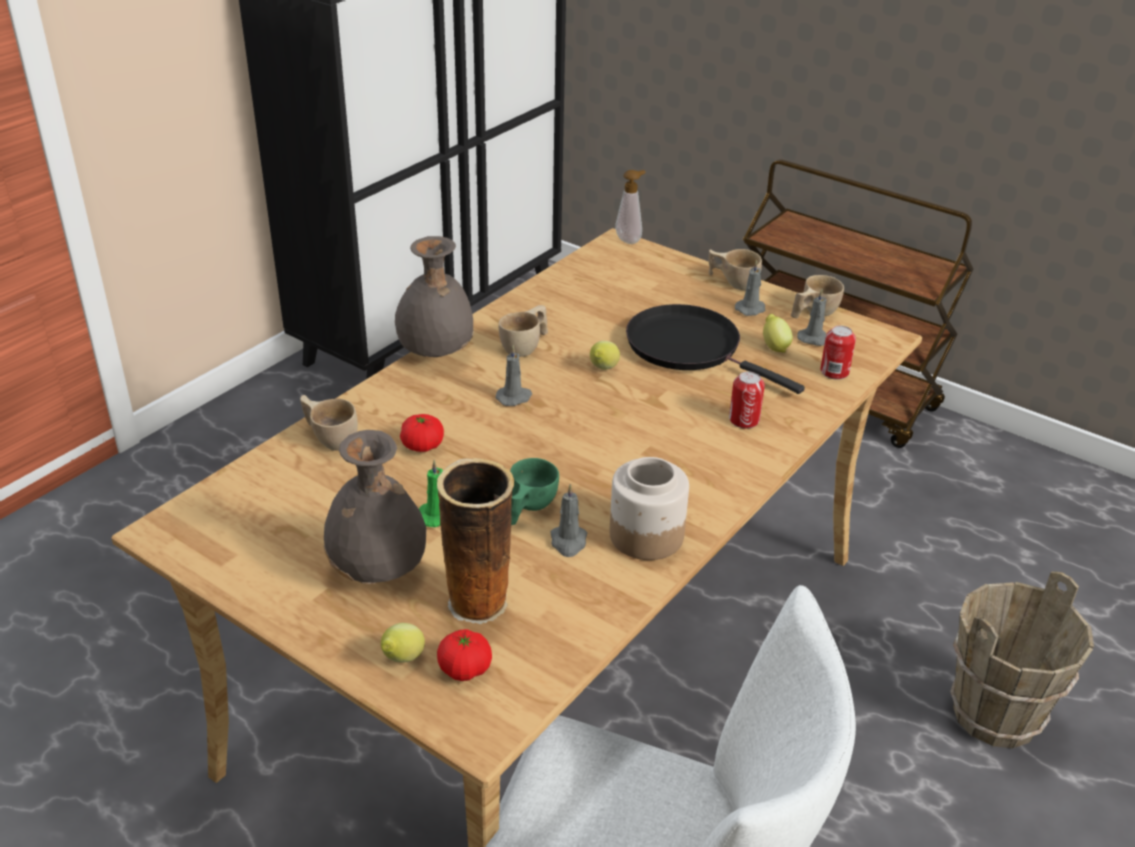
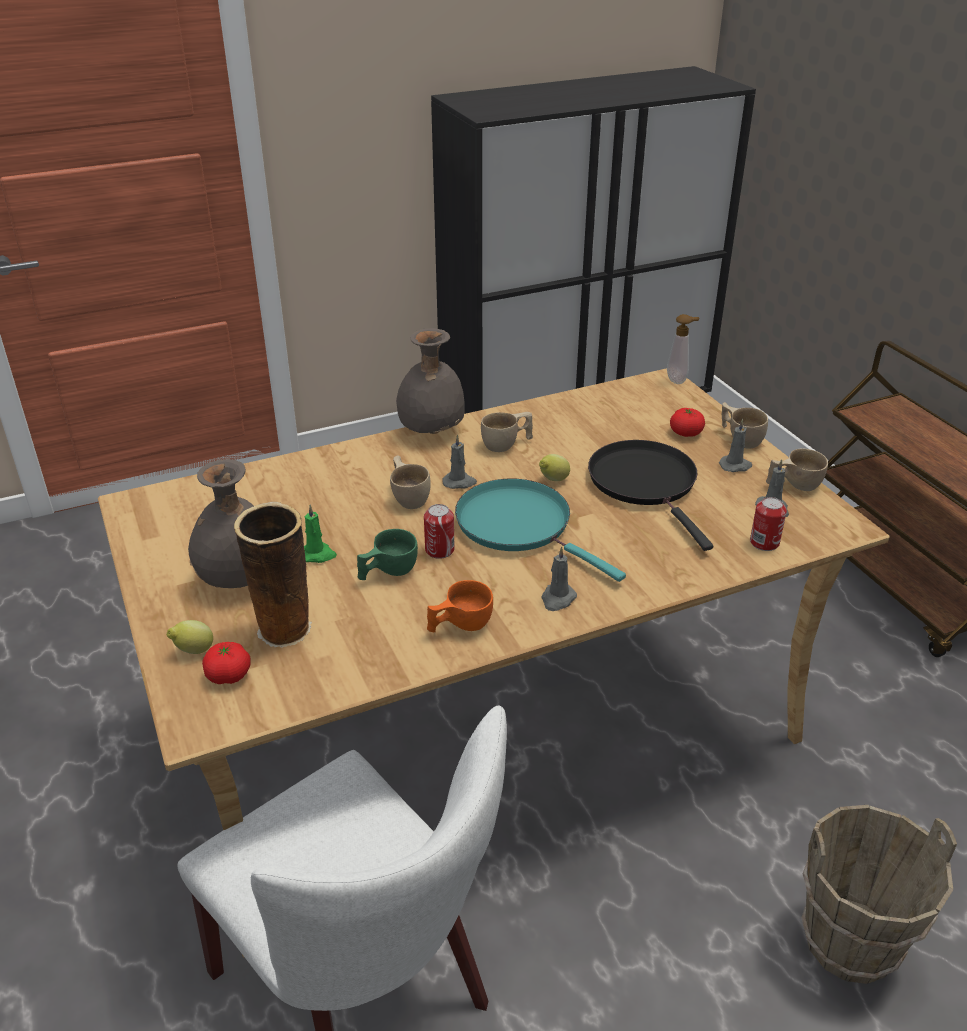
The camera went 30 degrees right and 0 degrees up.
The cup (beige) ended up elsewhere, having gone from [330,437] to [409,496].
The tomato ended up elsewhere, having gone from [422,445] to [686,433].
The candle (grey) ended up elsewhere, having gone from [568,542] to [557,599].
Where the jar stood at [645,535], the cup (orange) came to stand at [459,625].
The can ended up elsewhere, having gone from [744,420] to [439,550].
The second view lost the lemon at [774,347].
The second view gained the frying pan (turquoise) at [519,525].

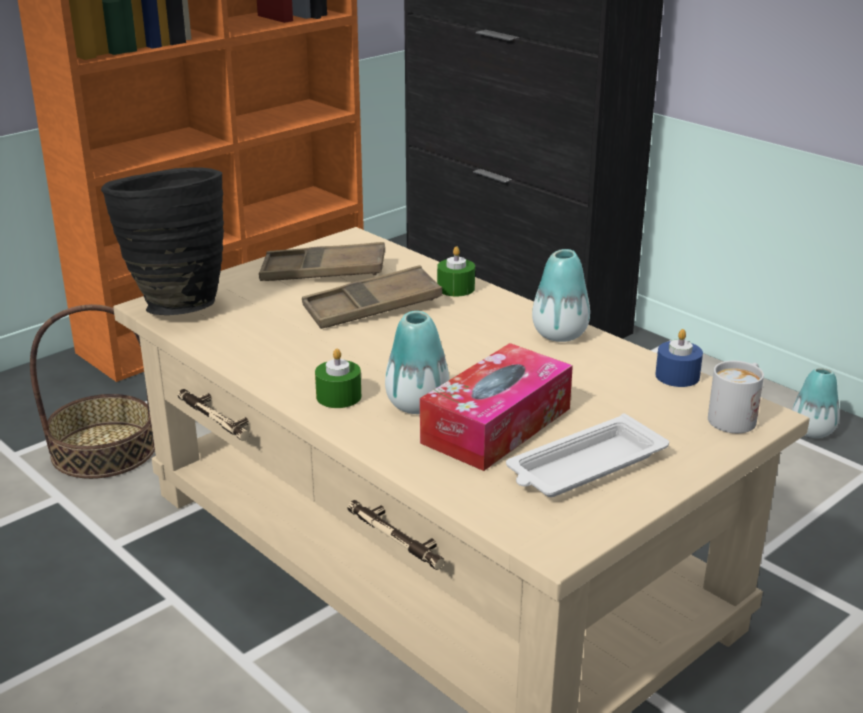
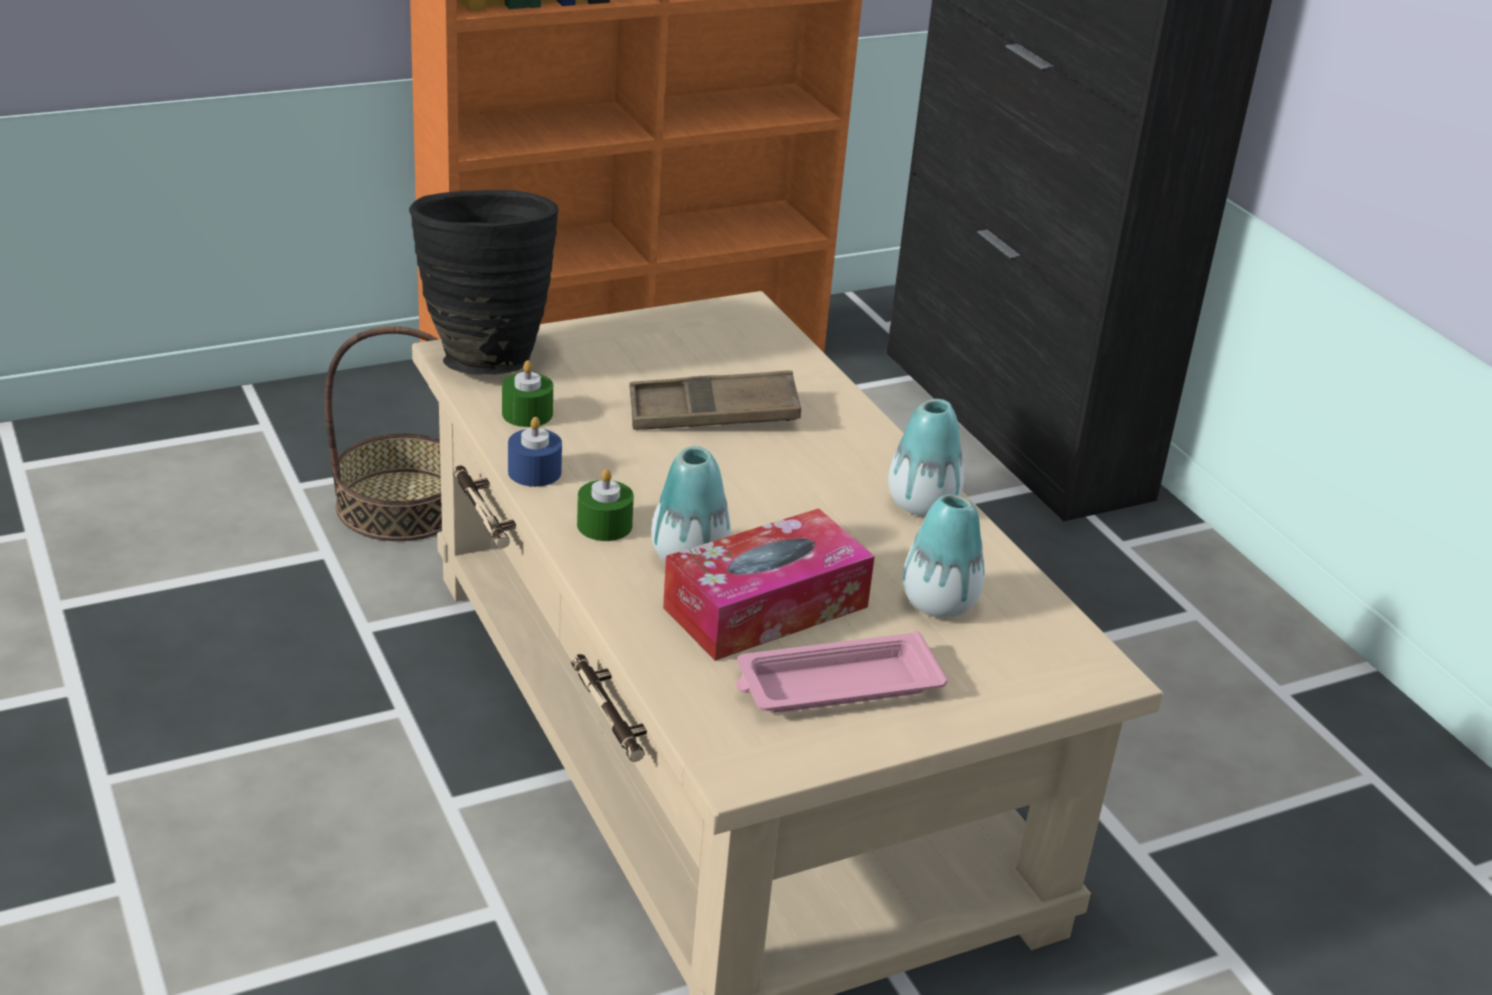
The camera went 15 degrees right and 5 degrees up.
The second view lost the tray (brown) at [323,272].
The candle (green) ended up elsewhere, having gone from [456,288] to [527,414].
What was the tray (white) at [584,467] turned into the tray (pink) at [835,685].
The candle (blue) ended up elsewhere, having gone from [677,376] to [534,472].
The second view lost the mug (white) at [736,416].
The vase ended up elsewhere, having gone from [812,431] to [939,603].

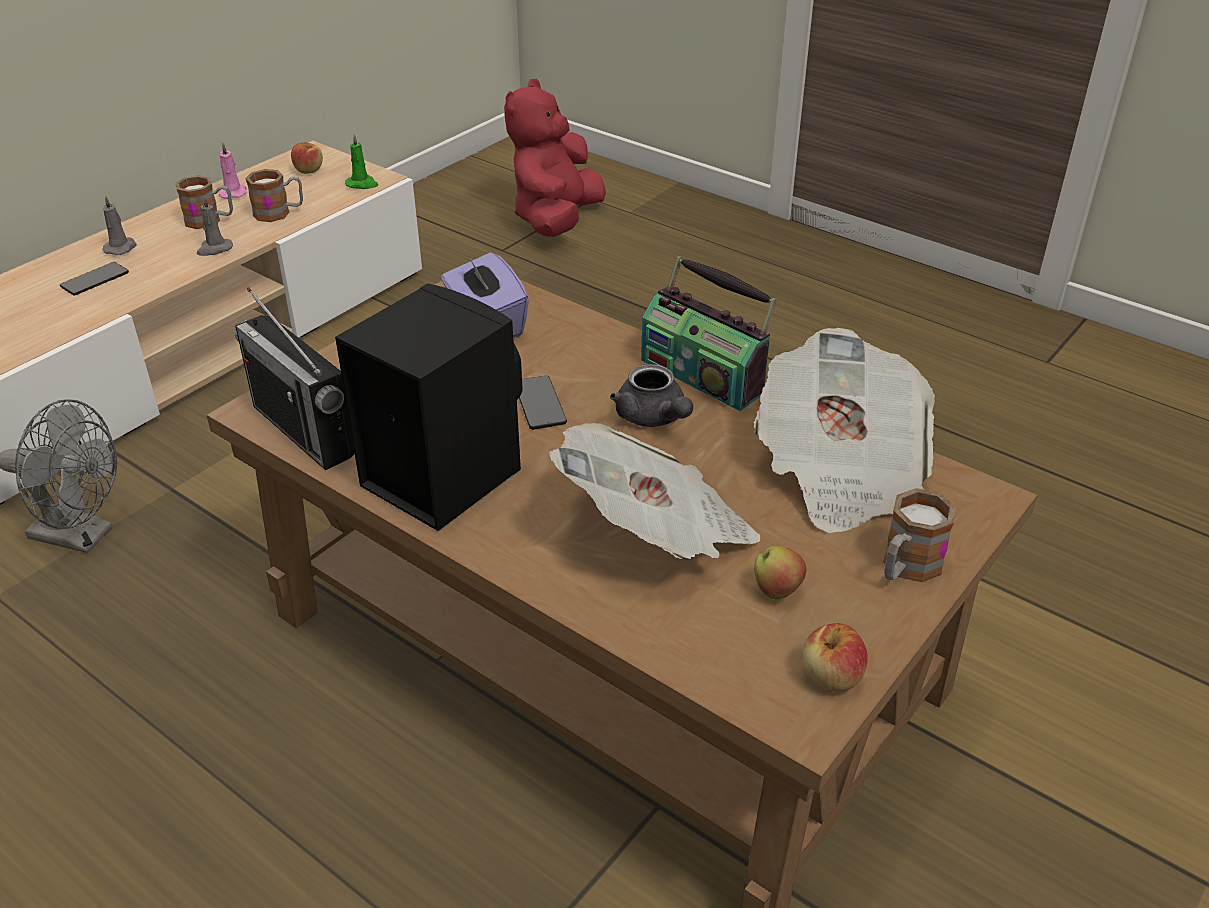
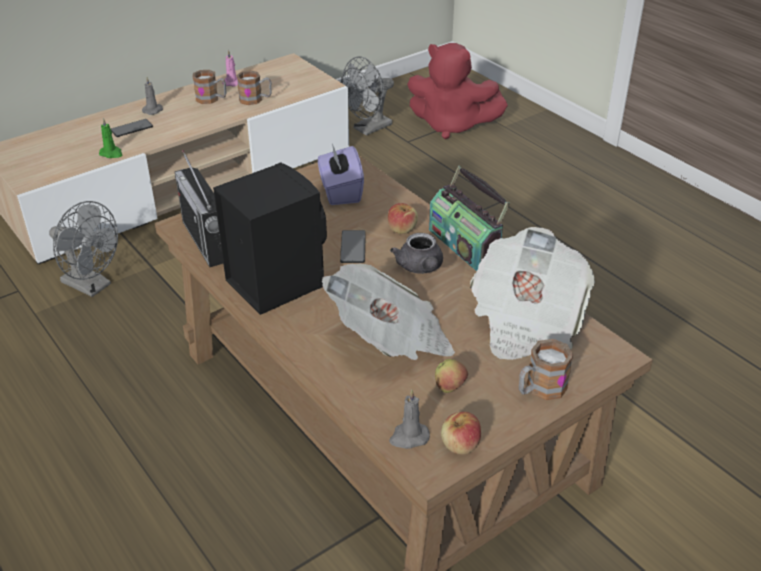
The camera went 15 degrees right and 0 degrees up.
The candle (grey) ended up elsewhere, having gone from [214,249] to [408,437].
The apple ended up elsewhere, having gone from [308,170] to [402,229].
The candle (green) ended up elsewhere, having gone from [362,184] to [111,154].
The plush toy (red) at [556,220] ended up facing another way, 105 degrees counterclockwise from before.
The second view gained the fan (grey) at [368,129].

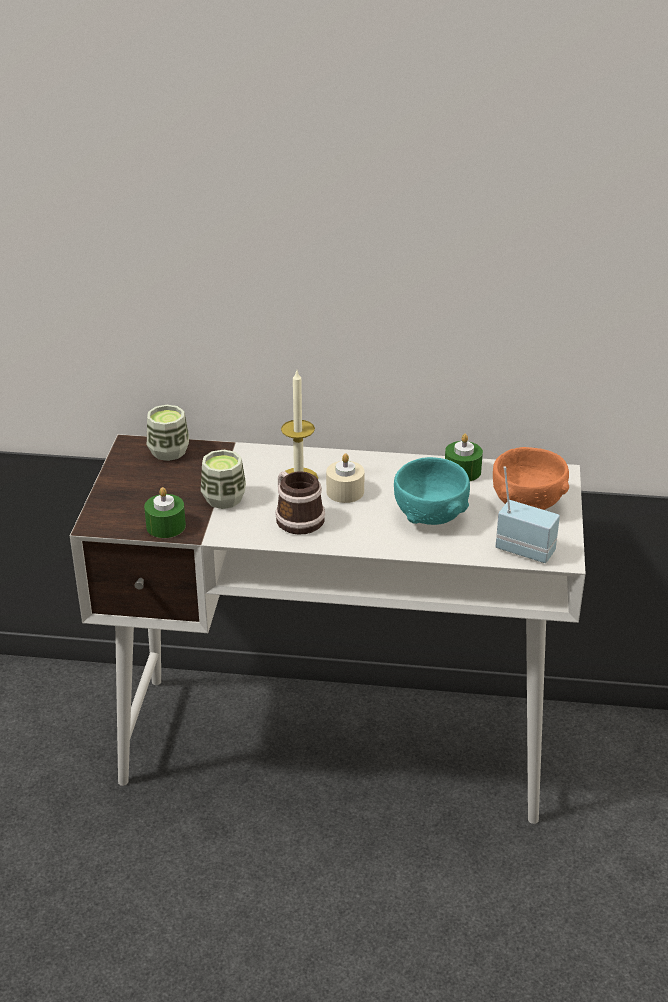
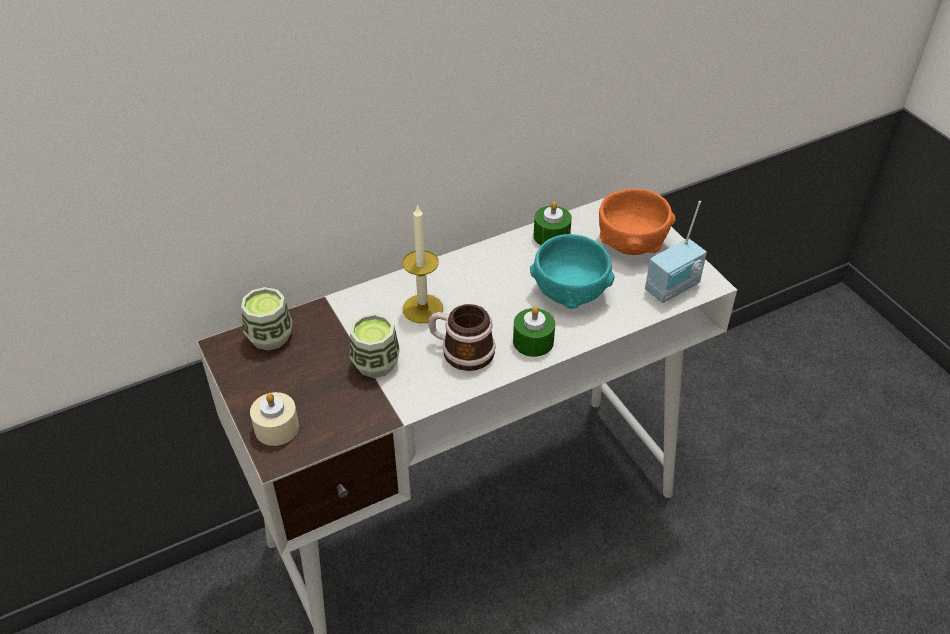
The camera went 35 degrees left and 10 degrees up.
The candle (green) ended up elsewhere, having gone from [166,526] to [533,341].
The candle (beige) ended up elsewhere, having gone from [345,491] to [276,428].
The radio at [525,549] ended up facing another way, 150 degrees clockwise from before.

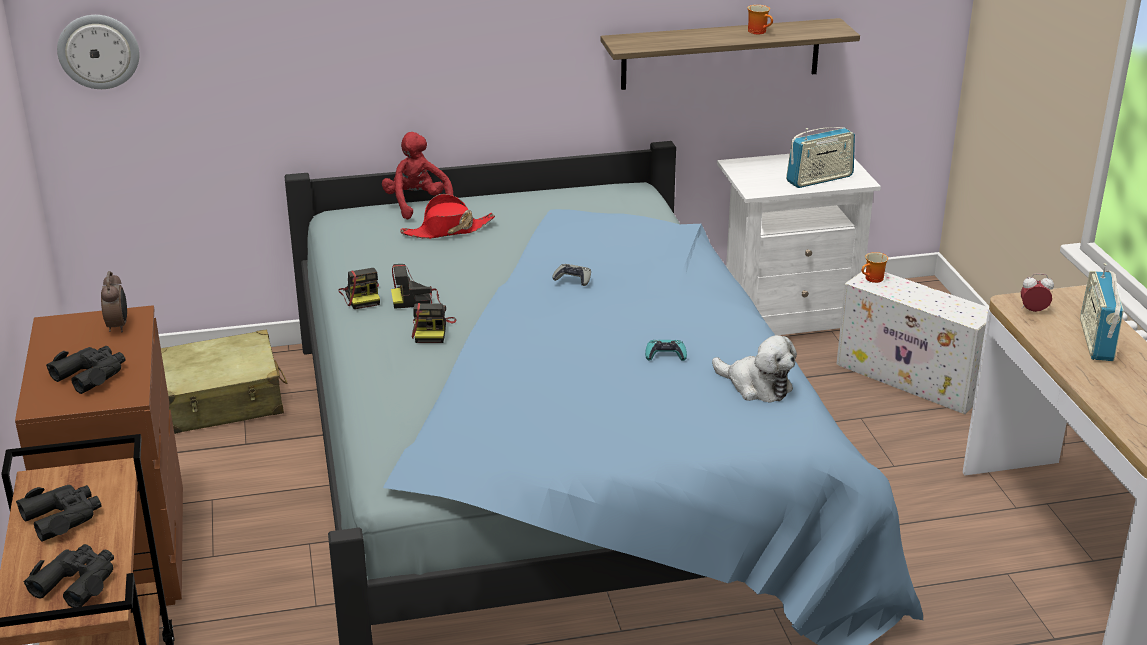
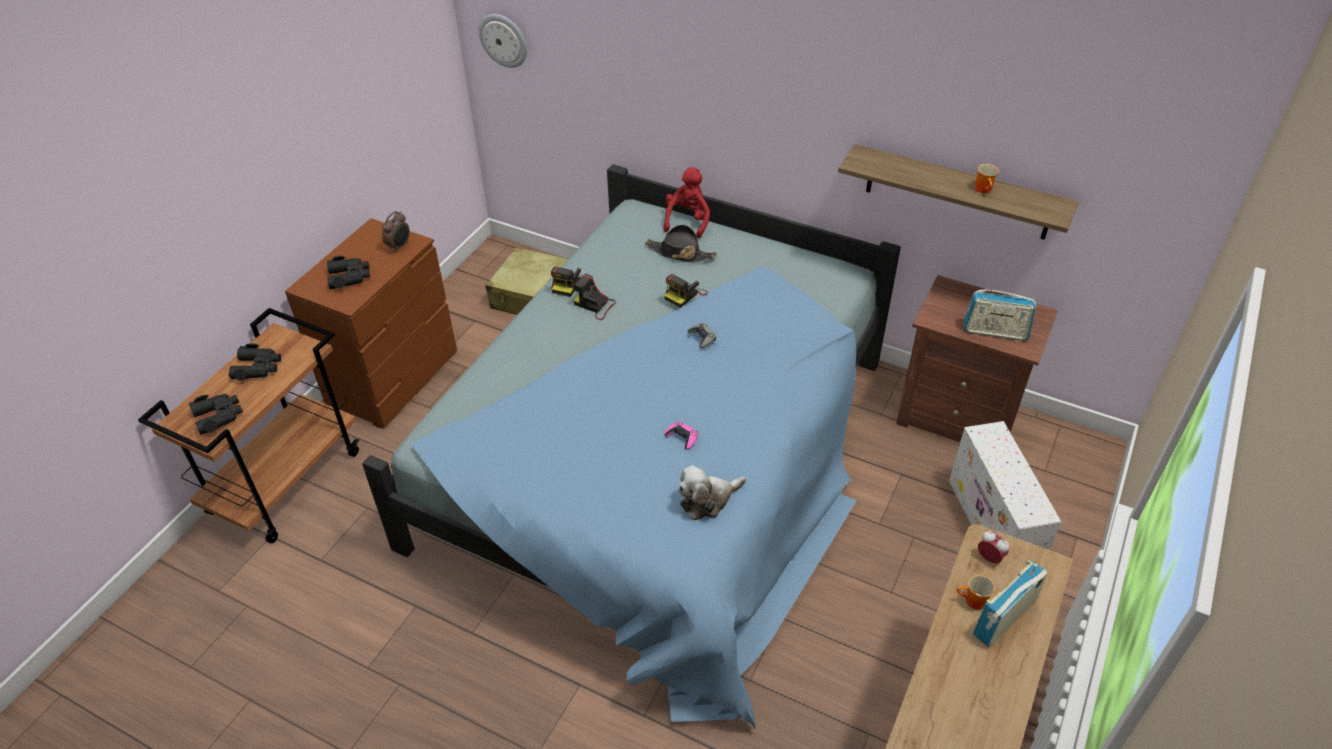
The camera went 40 degrees right and 15 degrees up.
What was the hat (red) at [447,230] turned into the hat (black) at [680,253].
The photo camera ended up elsewhere, having gone from [432,330] to [685,294].
What was the game controller (turquoise) at [665,355] turned into the game controller (pink) at [682,437].
The plush toy at [756,386] ended up facing another way, 75 degrees clockwise from before.
What was the nightstand (white) at [786,317] turned into the nightstand (brown) at [958,418].
The mug ended up elsewhere, having gone from [873,279] to [973,602].

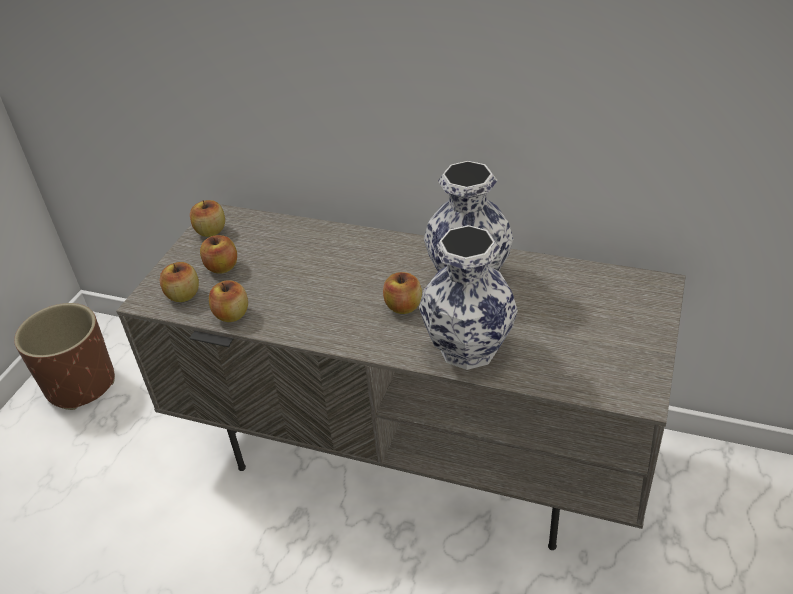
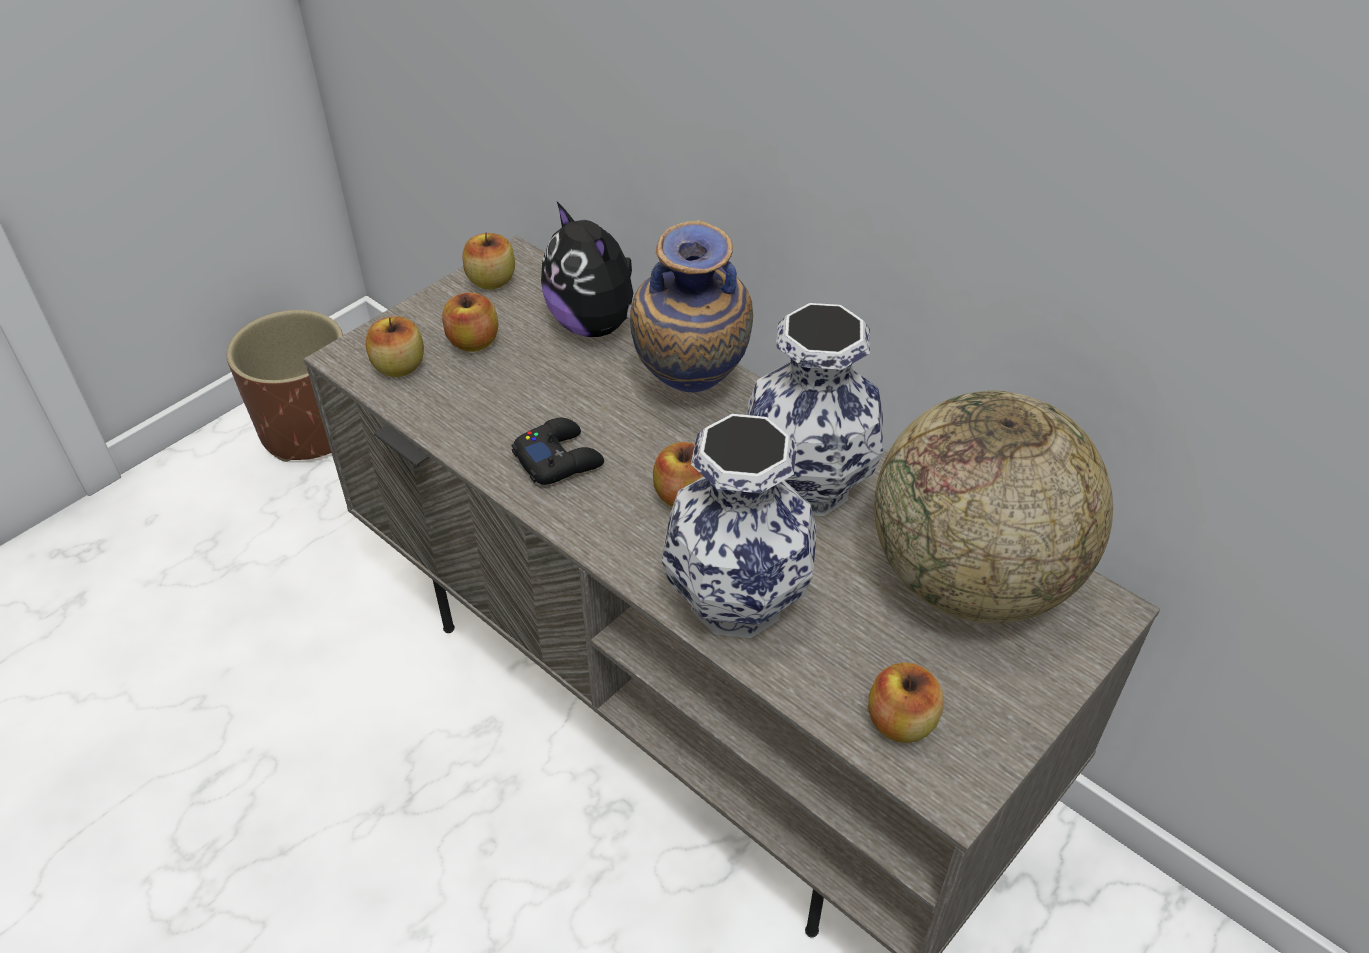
The camera went 20 degrees right and 5 degrees up.
The apple ended up elsewhere, having gone from [232,314] to [901,722].
The second view gained the game controller (black) at [559,459].
The second view gained the plush toy at [595,324].
The second view gained the vase at [690,393].
The second view gained the globe at [972,580].

